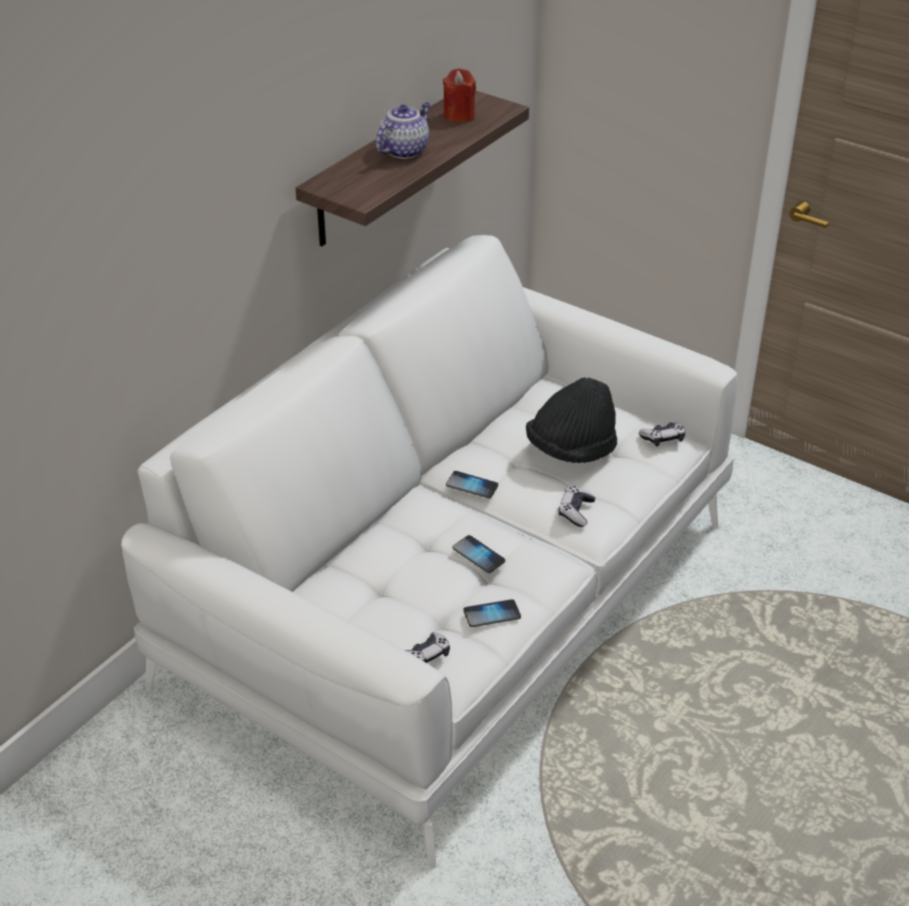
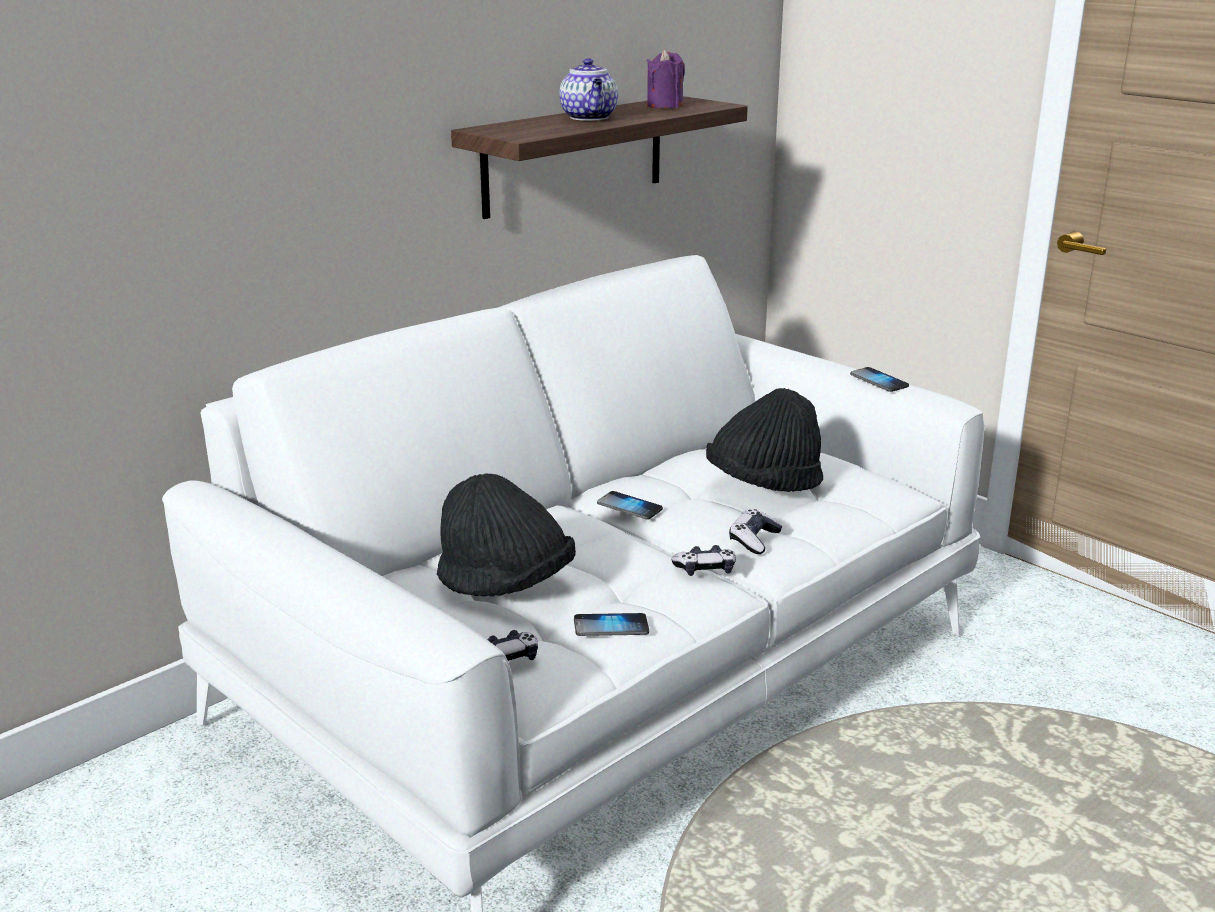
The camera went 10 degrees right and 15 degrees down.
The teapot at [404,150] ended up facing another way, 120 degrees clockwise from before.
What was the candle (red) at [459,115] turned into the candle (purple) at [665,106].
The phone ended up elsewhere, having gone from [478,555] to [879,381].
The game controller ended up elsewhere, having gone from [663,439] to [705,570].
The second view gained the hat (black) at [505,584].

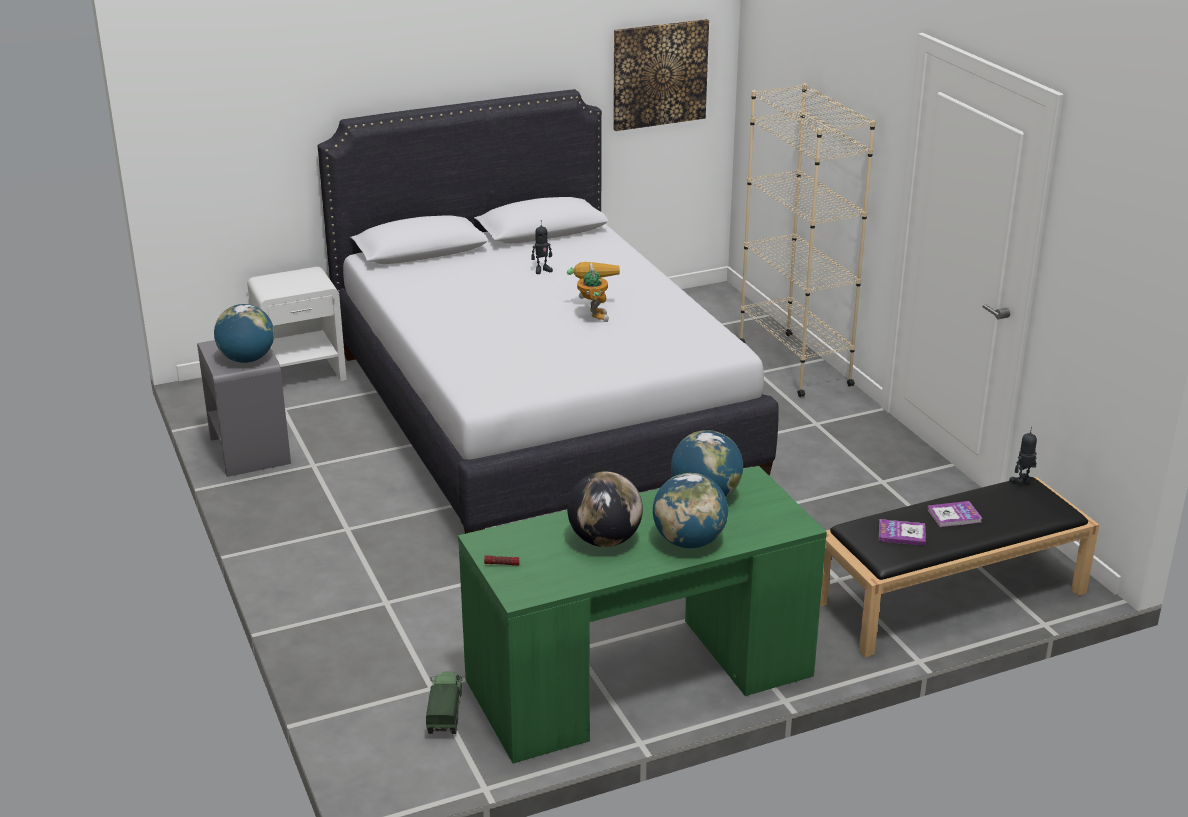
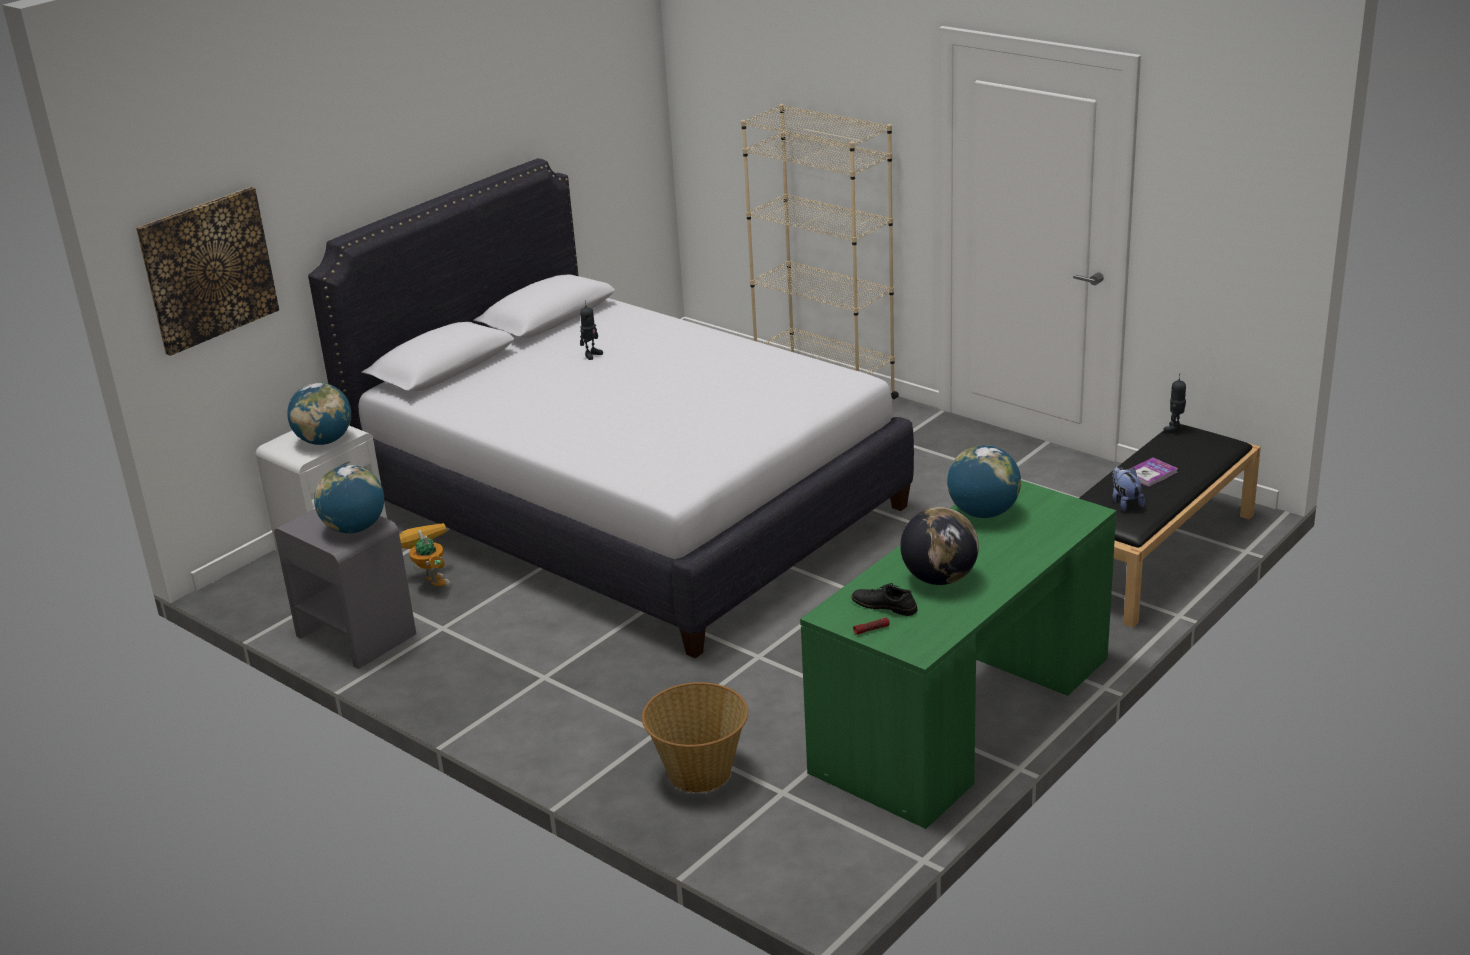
The camera went 25 degrees left and 0 degrees up.
The second view lost the toy truck at [445,712].
The toy robot ended up elsewhere, having gone from [593,314] to [429,581].
The picture ended up elsewhere, having gone from [659,74] to [208,269].
The globe ended up elsewhere, having gone from [689,542] to [324,441].
Where the book stood at [901,534], the plush toy came to stand at [1125,502].
The second view gained the basket at [699,773].
The second view gained the shoe (black) at [884,606].

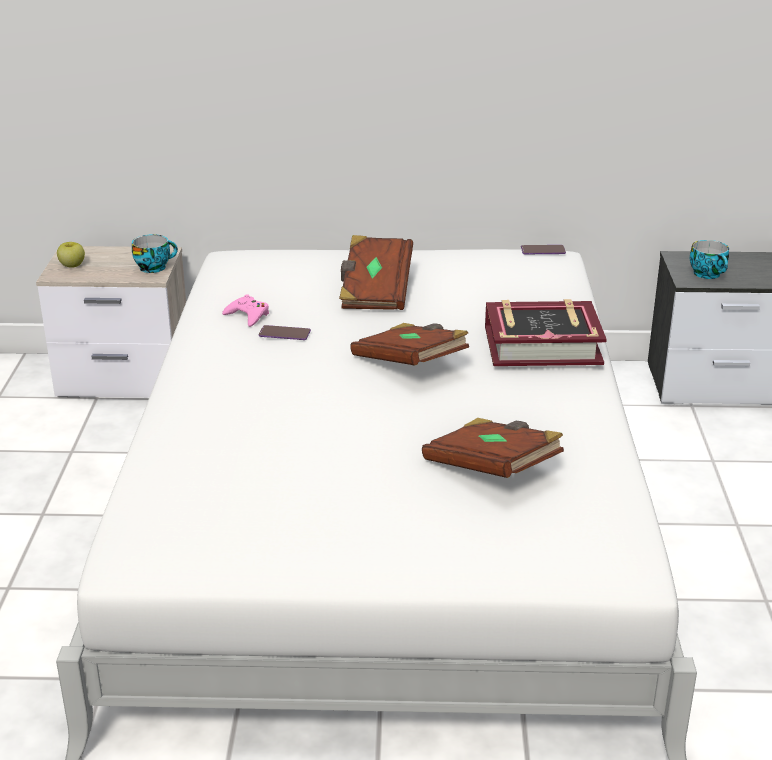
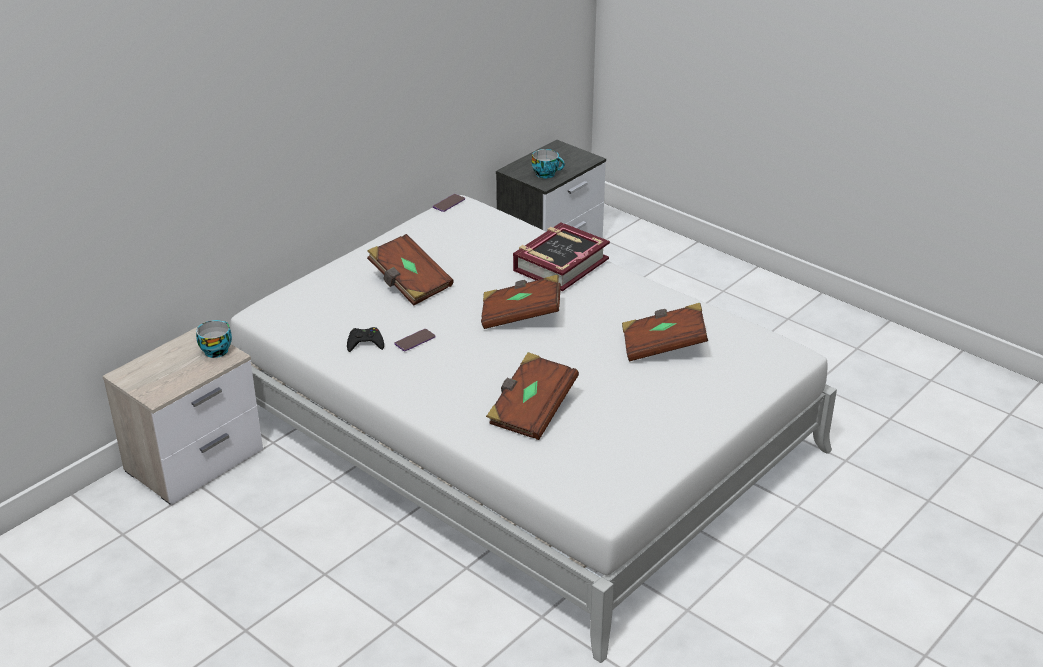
The camera went 50 degrees left and 5 degrees up.
The second view lost the apple at [72,265].
What was the game controller (pink) at [248,315] turned into the game controller (black) at [365,343].
The second view gained the book (brown) at [531,411].

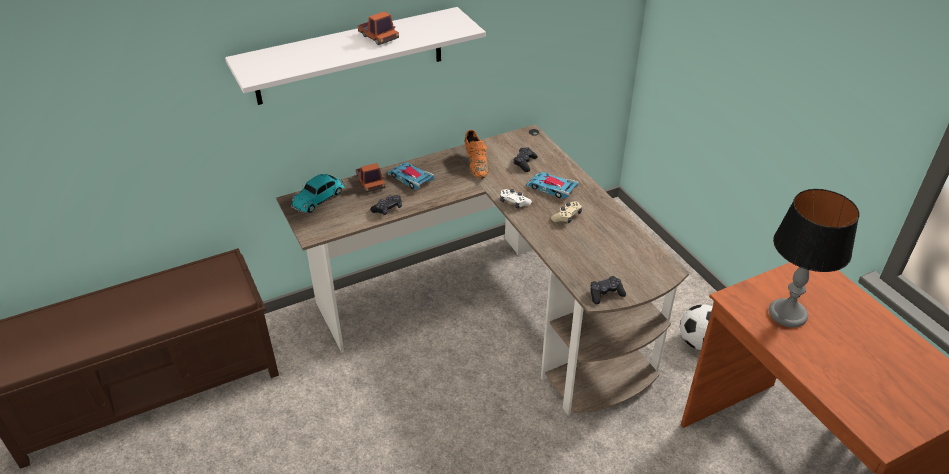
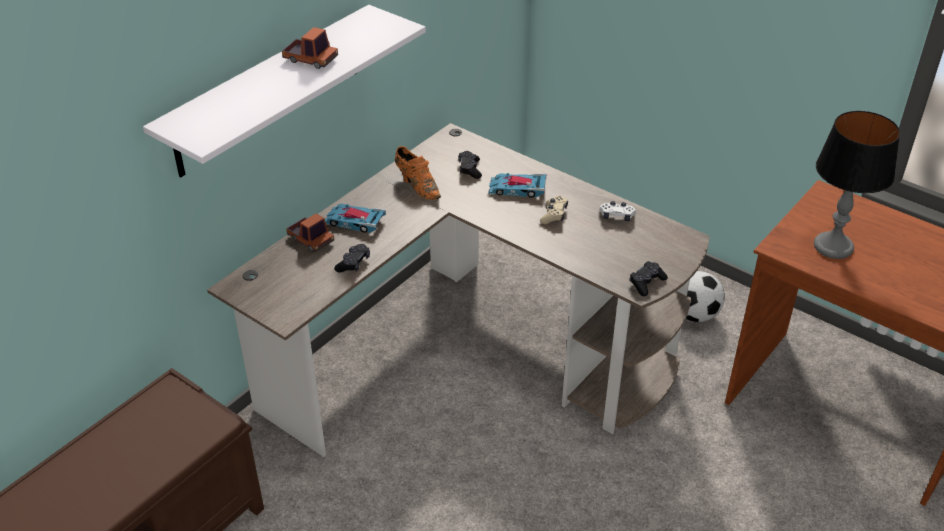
The camera went 25 degrees left and 0 degrees up.
The second view lost the toy car at [320,198].
The game controller (white) ended up elsewhere, having gone from [514,202] to [616,216].

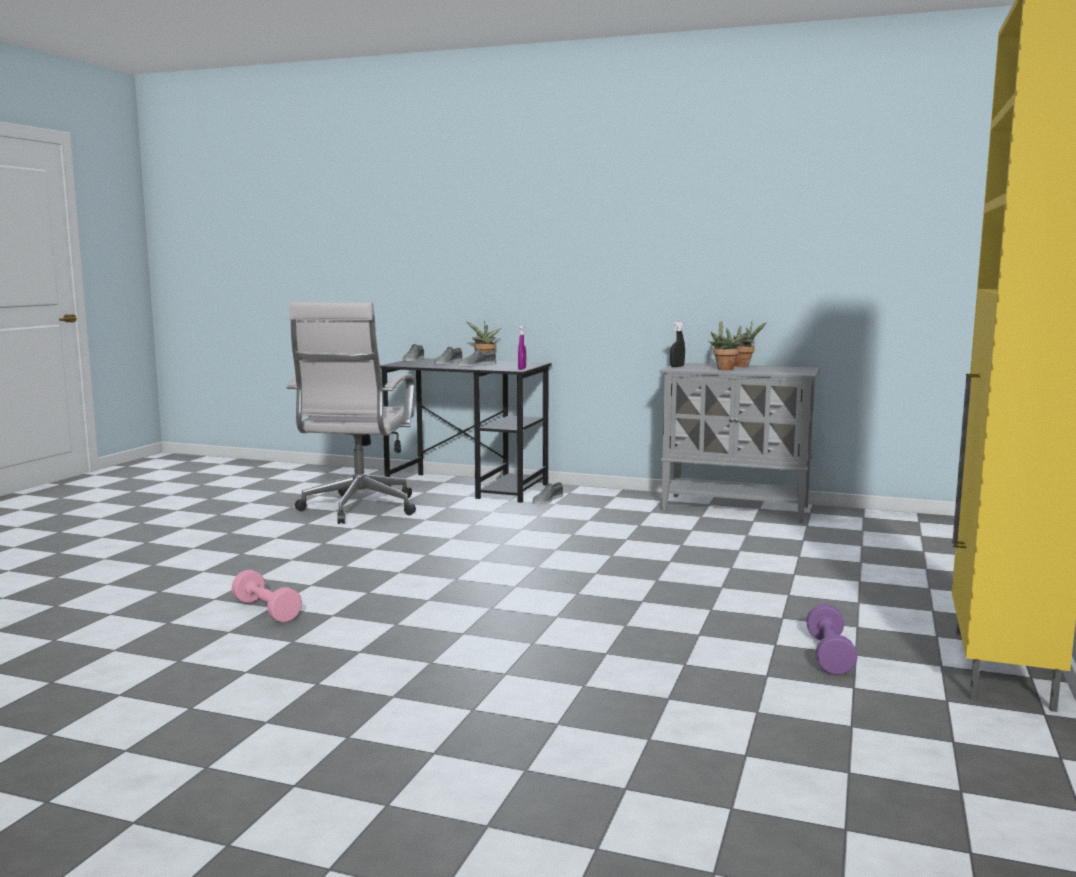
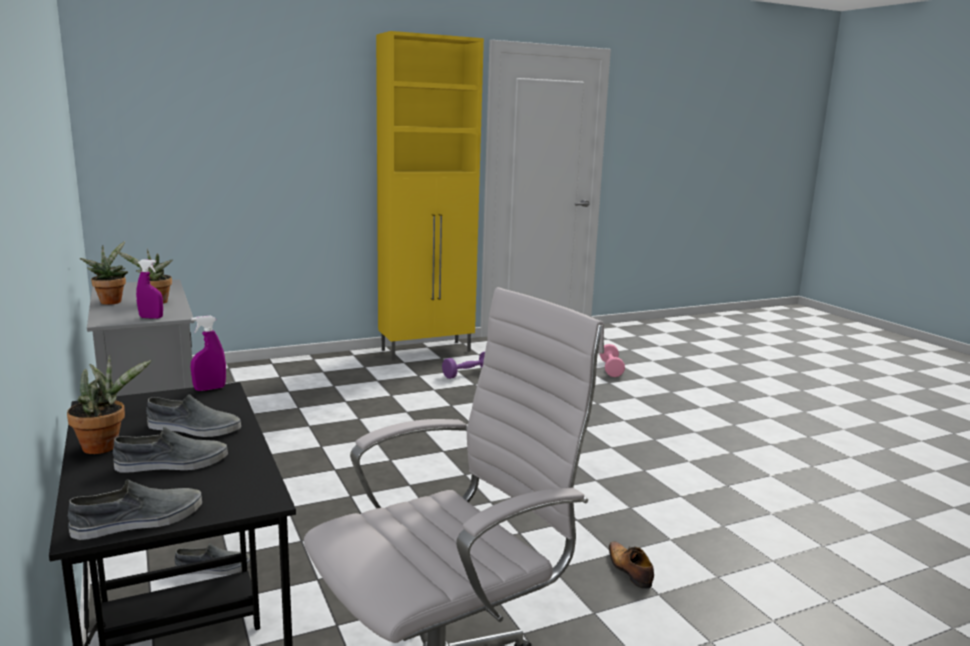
The camera went 135 degrees left and 5 degrees up.
The dumbbell (pink) ended up elsewhere, having gone from [266,611] to [611,369].
What was the spray bottle (black) at [677,366] turned into the spray bottle (purple) at [151,318].
The second view gained the shoe at [629,570].

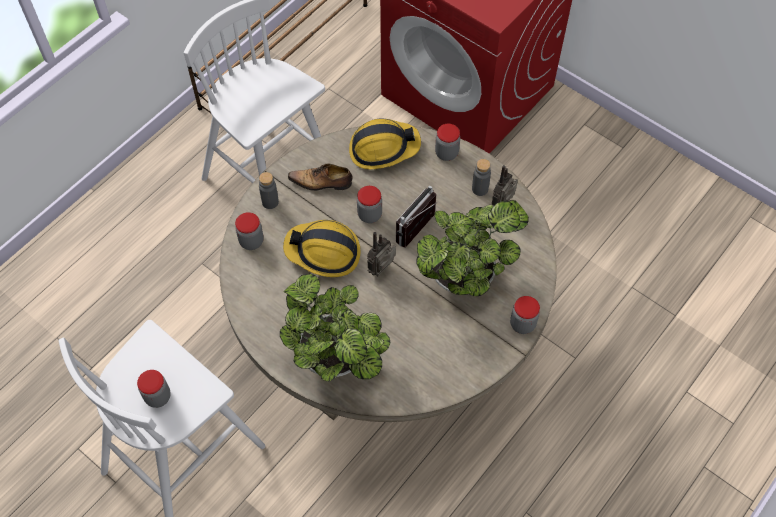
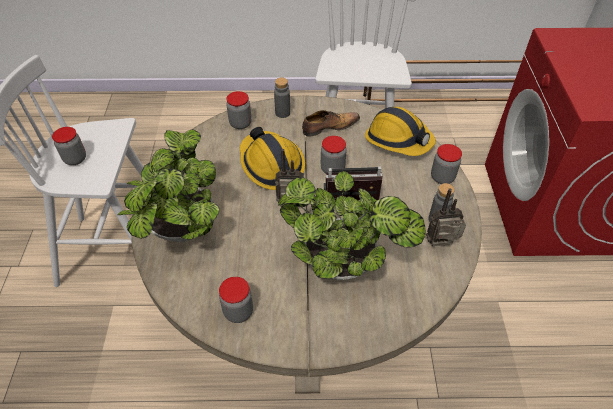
The camera went 50 degrees right and 10 degrees down.
The shoe at [322,182] ended up facing another way, 105 degrees clockwise from before.
The jar ended up elsewhere, having gone from [522,324] to [238,312].

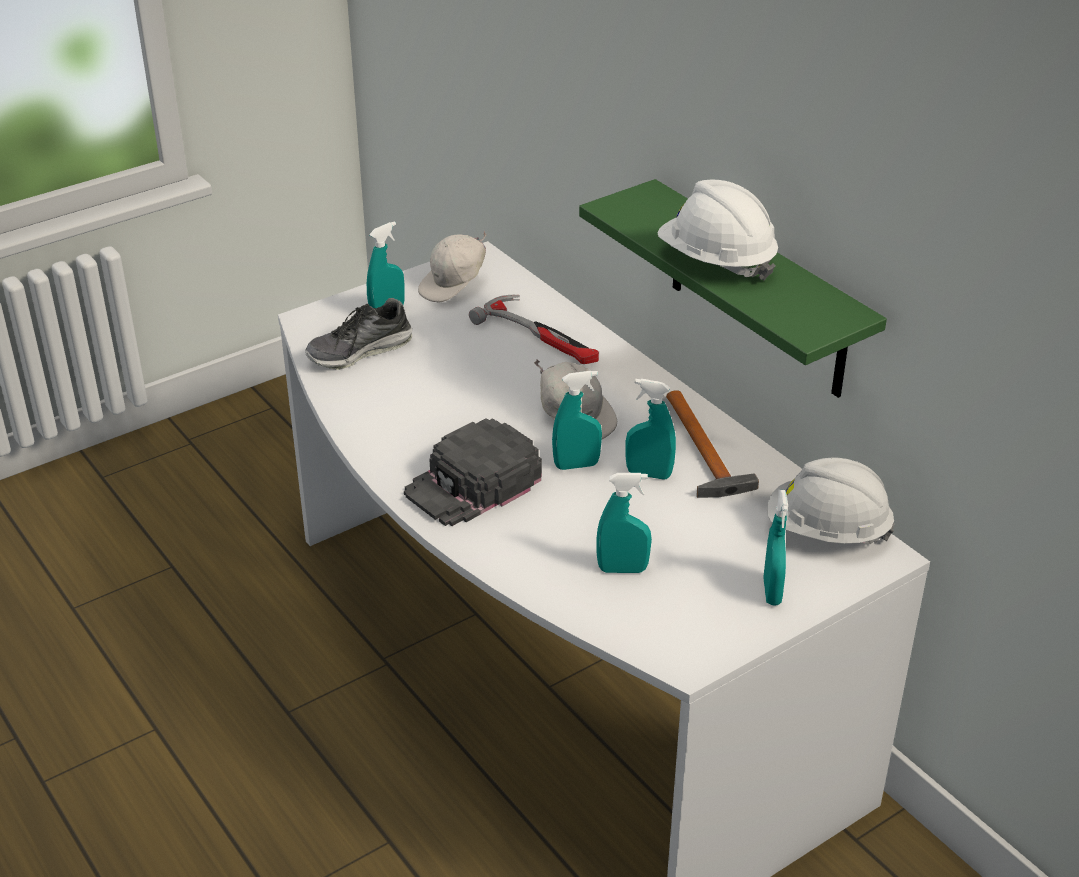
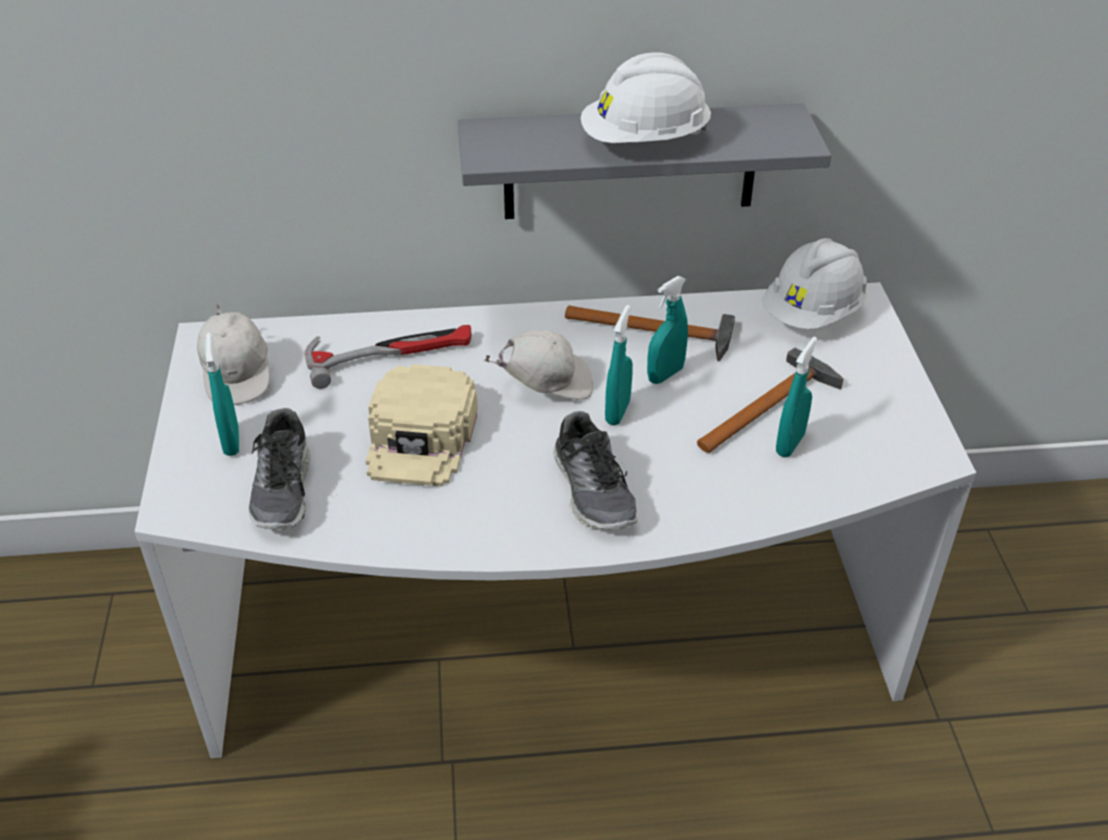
The camera went 60 degrees left and 5 degrees up.
Where the cap (black) stood at [473,484], the shoe came to stand at [594,491].
What was the shelf (green) at [758,291] turned into the shelf (grey) at [630,162].
The second view lost the spray bottle (turquoise) at [772,592].
The second view gained the cap (beige) at [422,436].
The second view gained the hammer at [770,405].

